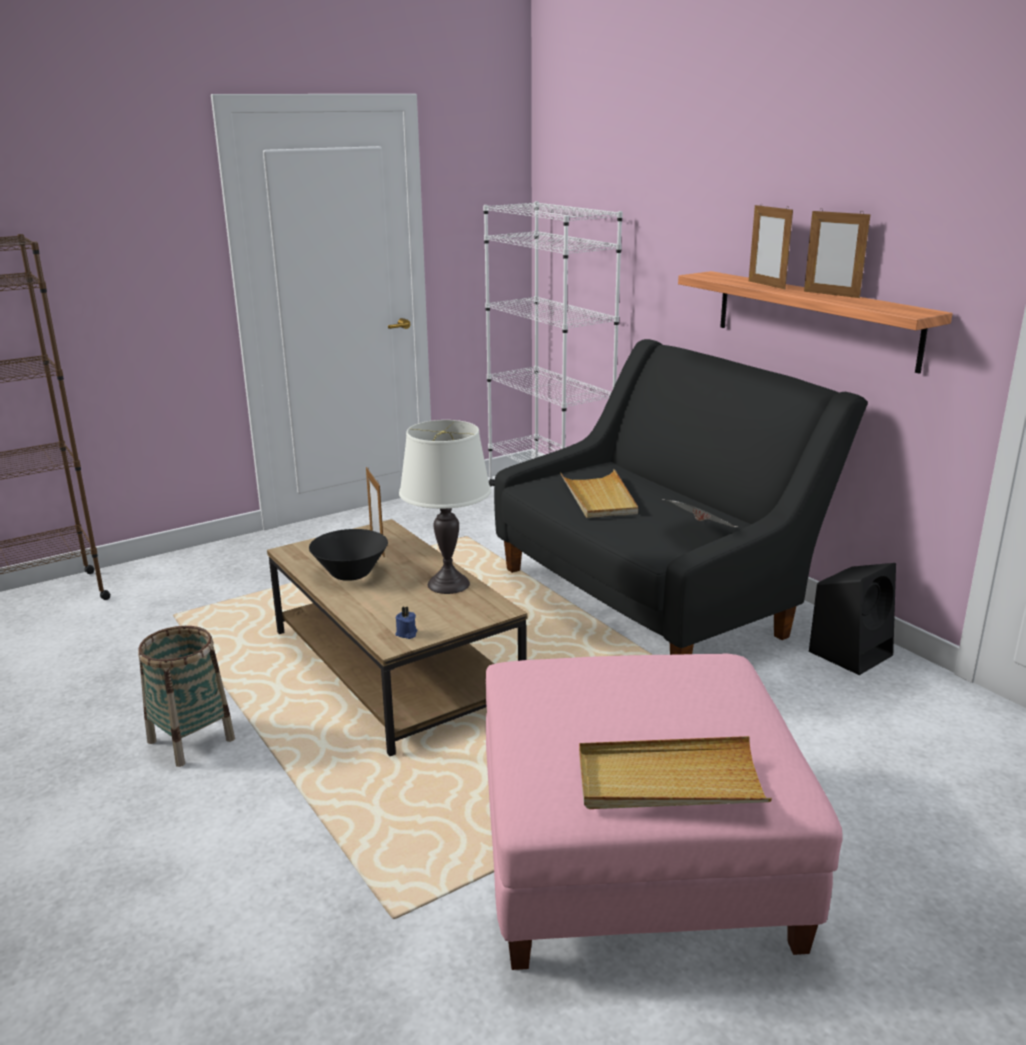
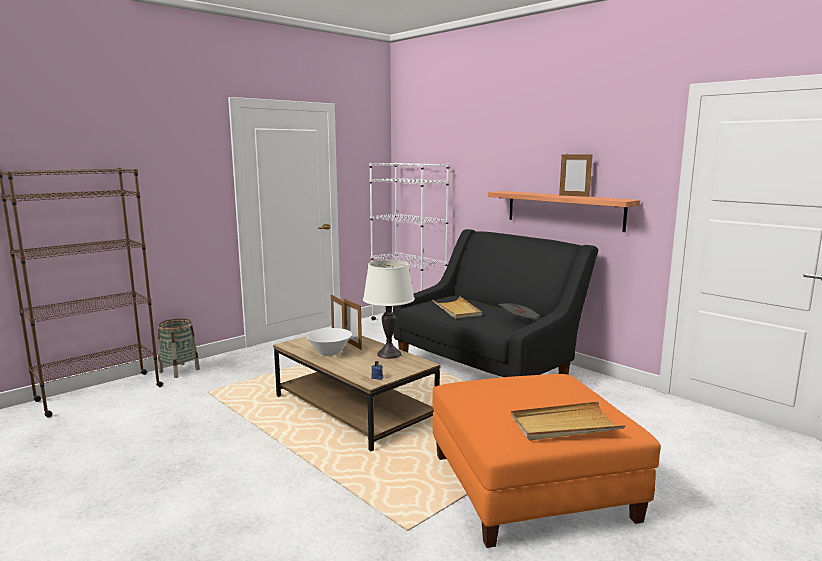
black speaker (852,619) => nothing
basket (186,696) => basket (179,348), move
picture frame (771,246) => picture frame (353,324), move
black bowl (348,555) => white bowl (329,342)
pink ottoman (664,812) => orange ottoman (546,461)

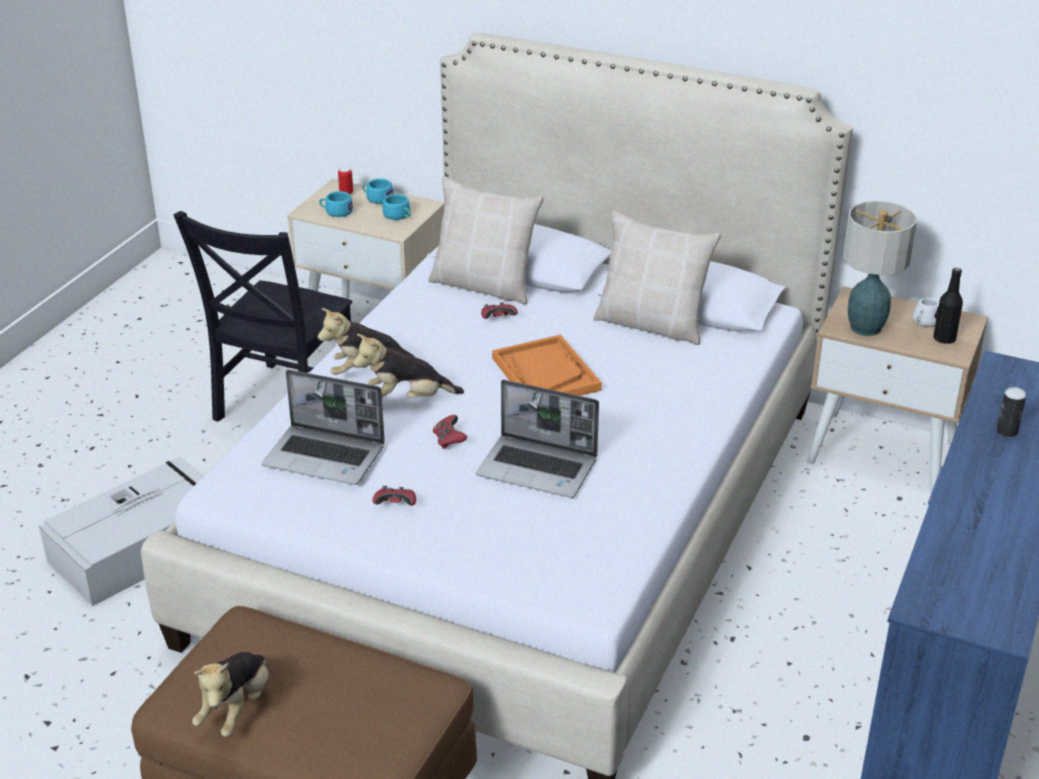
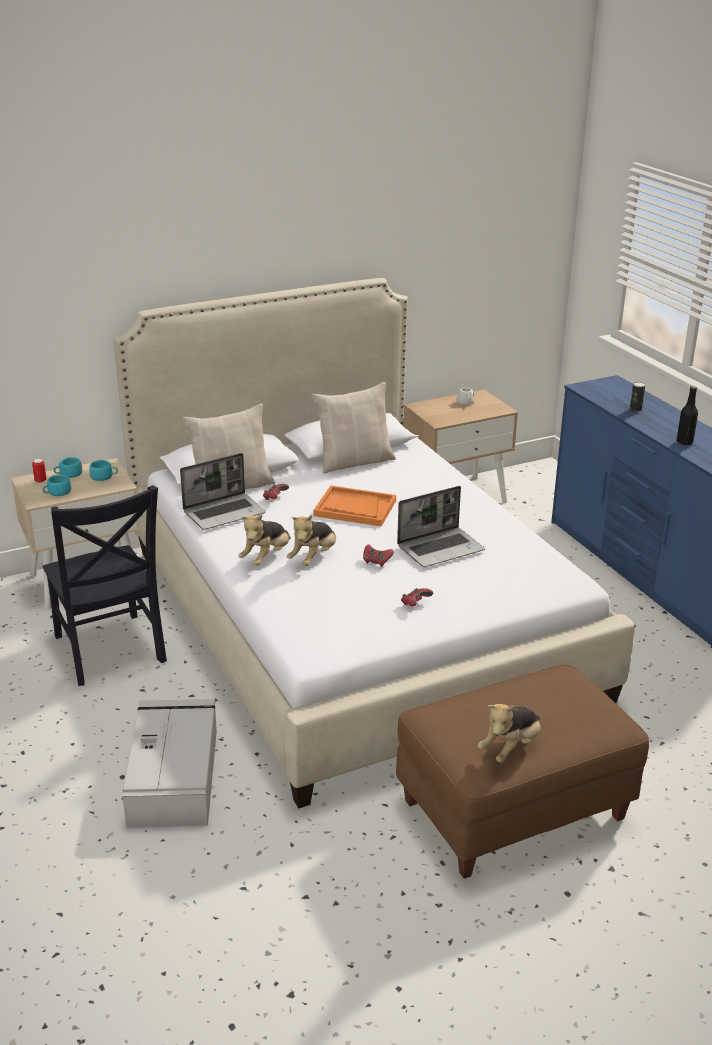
table lamp (880,268) => nothing
laptop (323,427) => laptop (223,491), move
black bottle (948,306) => black bottle (687,415), move
plush toy (230,694) => plush toy (509,733), 75 degrees clockwise

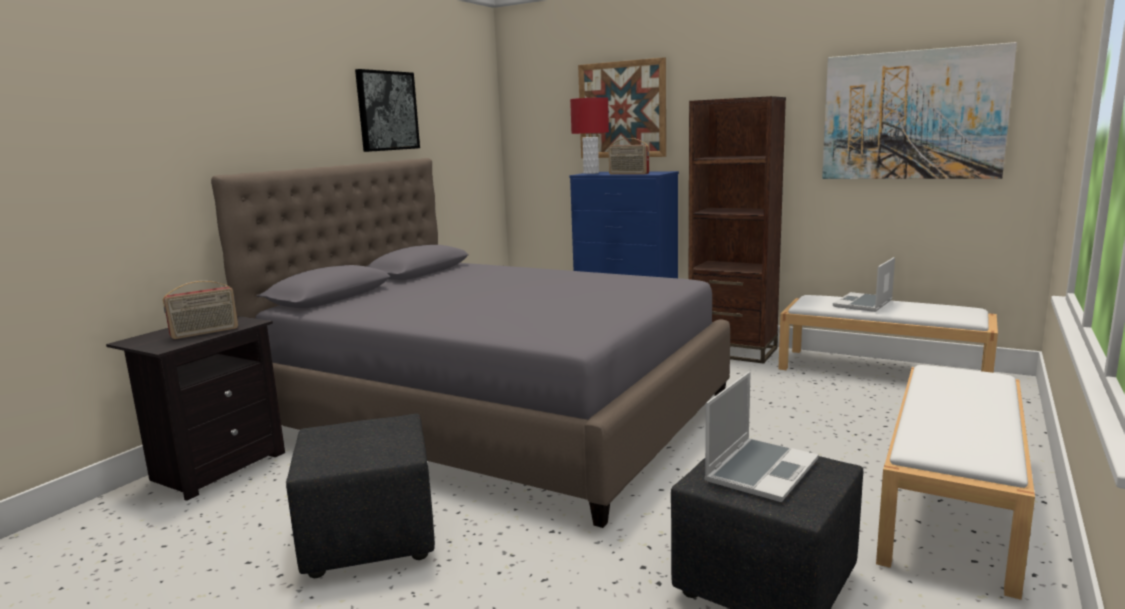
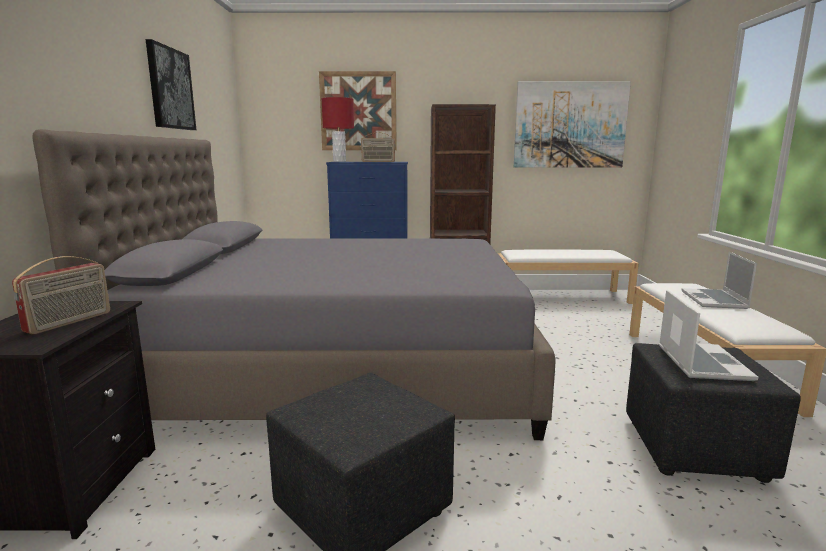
laptop (864,284) => laptop (719,280), move

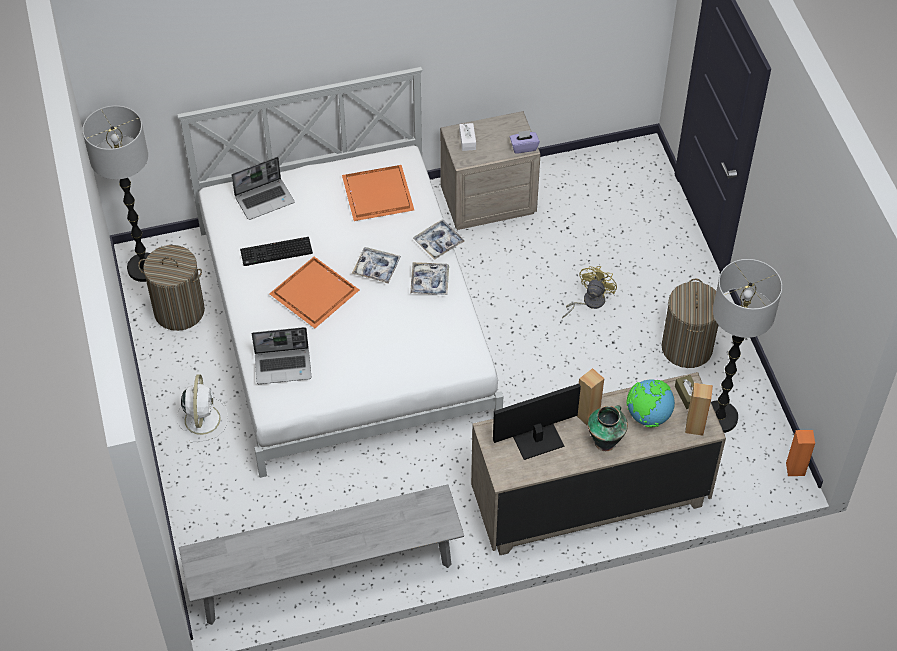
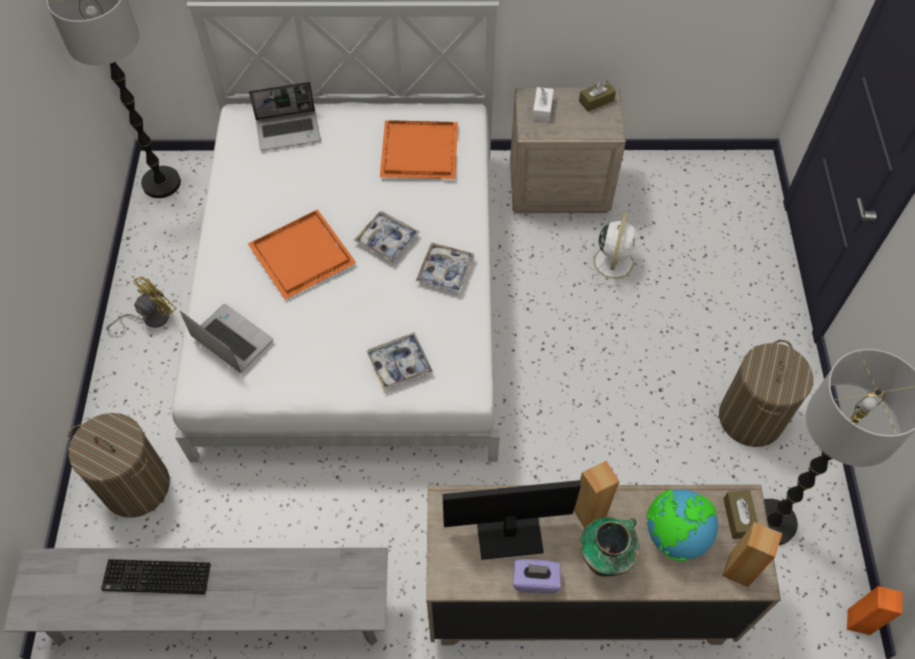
nothing => brown tissue box (597,96)
laundry basket (171,288) => laundry basket (119,465), move
white fan (202,409) => white fan (614,248), move
keyboard (276,251) => keyboard (156,576), move
tray (438,239) => tray (400,361), move
purple tissue box (525,142) => purple tissue box (537,576), move
yellow fan (589,292) => yellow fan (141,304), move
laptop (282,355) => laptop (226,338), 150 degrees counterclockwise

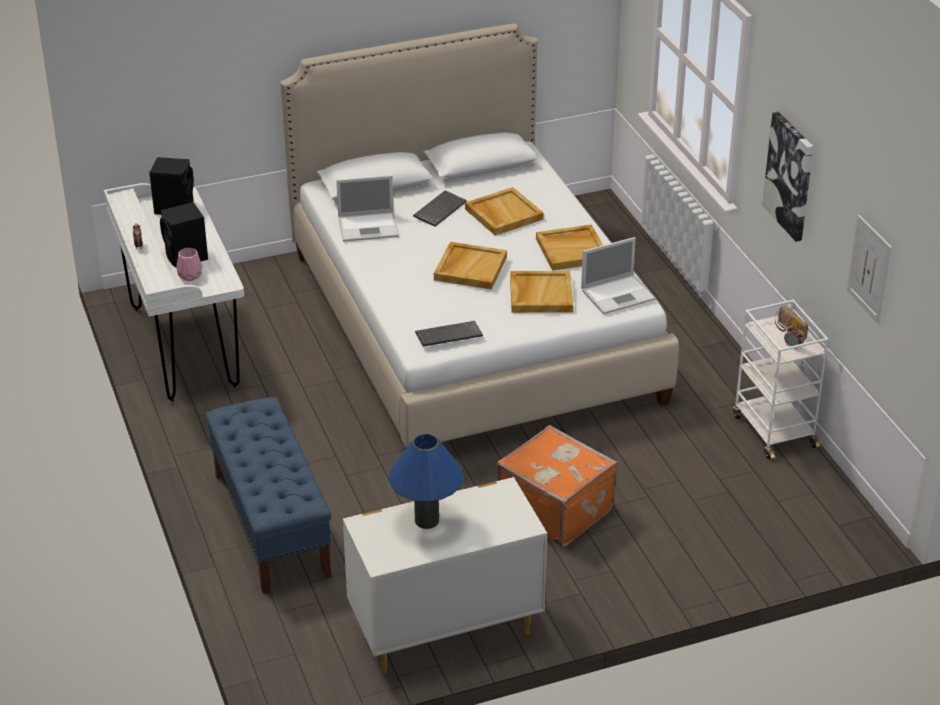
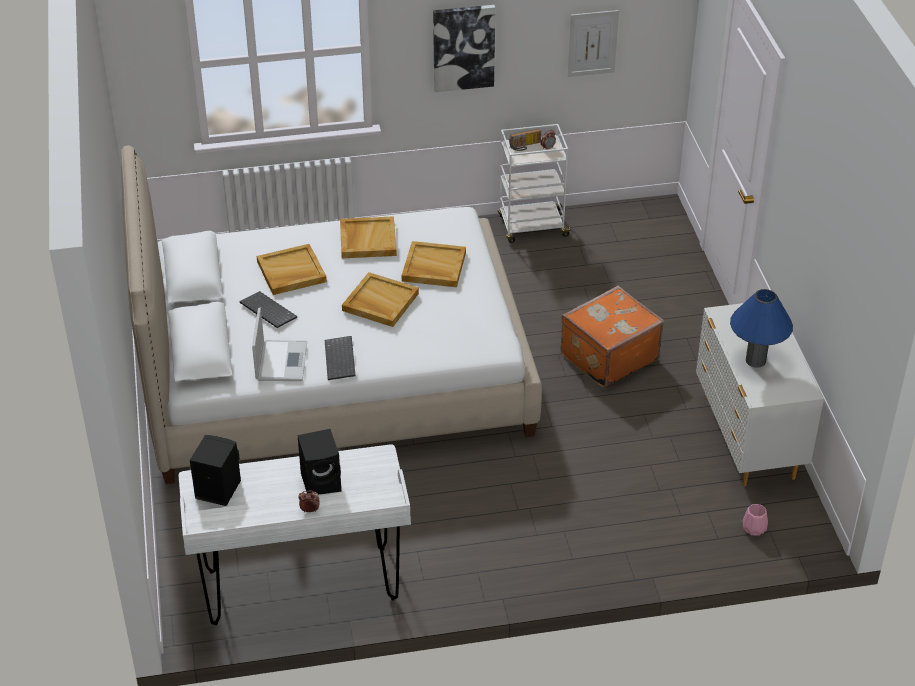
blue bench (268,495) => nothing
laptop (618,275) => nothing
pink vase (189,264) => pink vase (755,520), move
keyboard (449,334) => keyboard (340,358), move

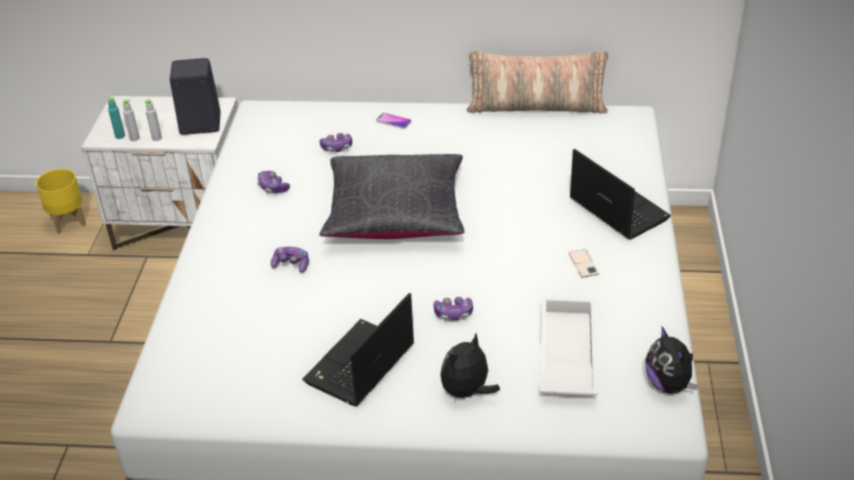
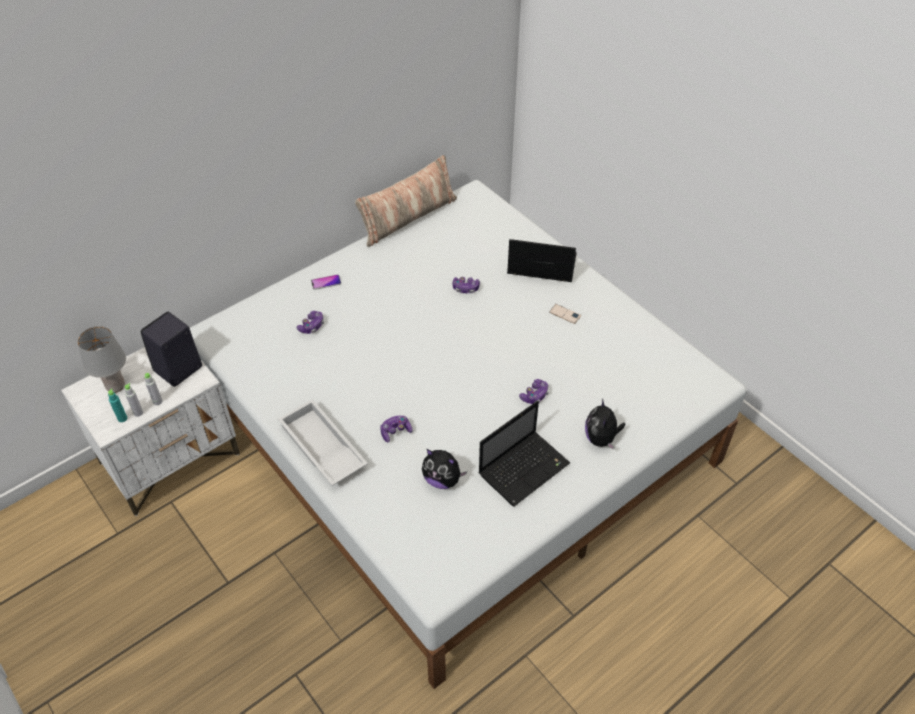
yellow planter (61,201) => nothing
black pillow (392,196) => nothing
nothing => grey table lamp (102,359)
game controller (273,182) => game controller (466,285), move
white tray (569,346) => white tray (323,442), move
plush toy (672,360) => plush toy (444,469), move
laptop (358,349) => laptop (524,453), 120 degrees counterclockwise

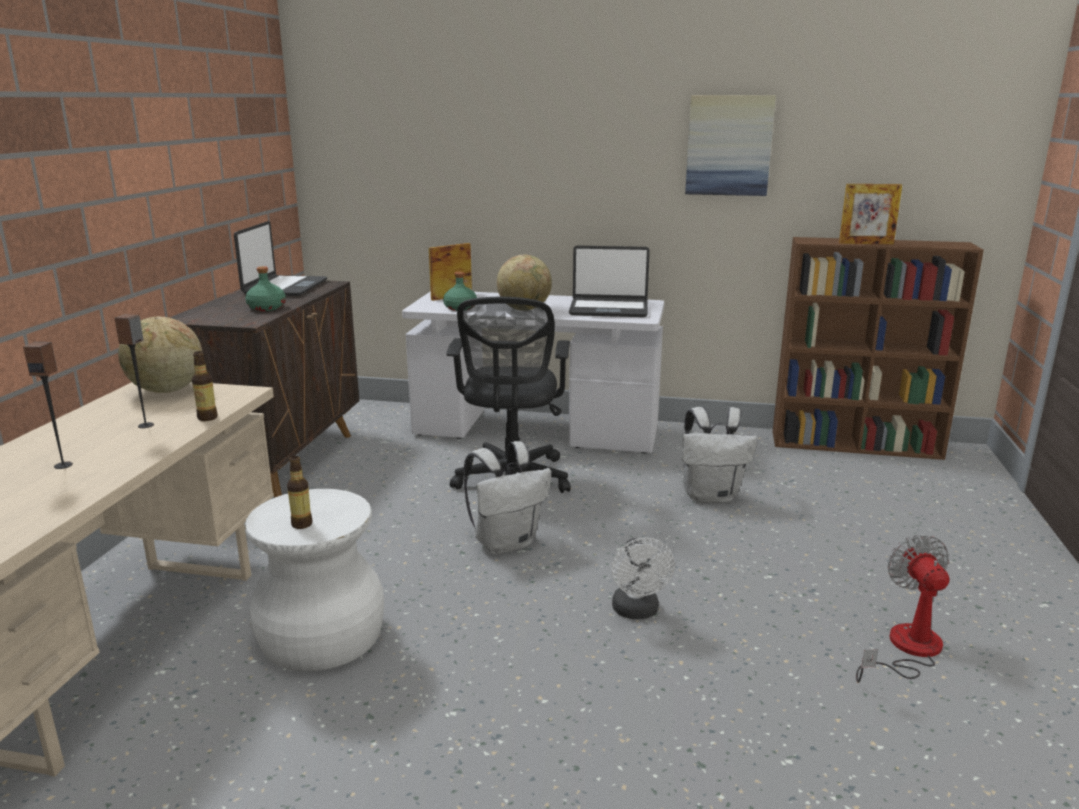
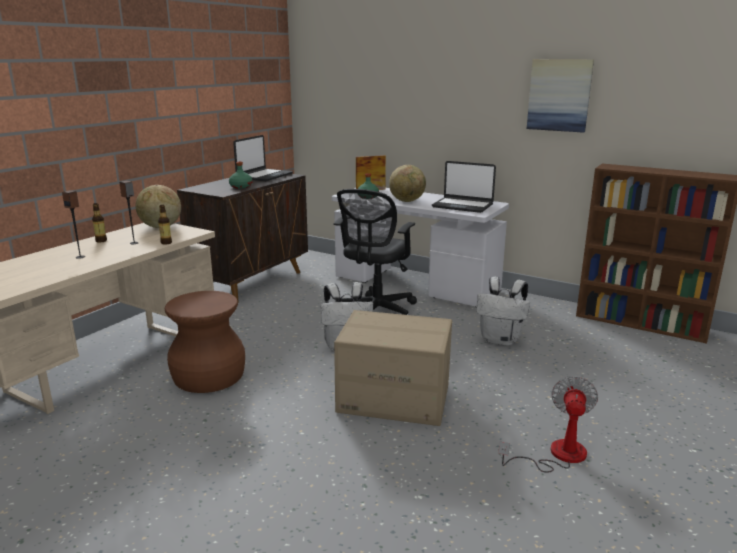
picture frame (870,214) => nothing
bottle (299,492) => bottle (99,223), move
white fan (643,578) => cardboard box (393,368)
white stool (314,580) => brown stool (205,342)

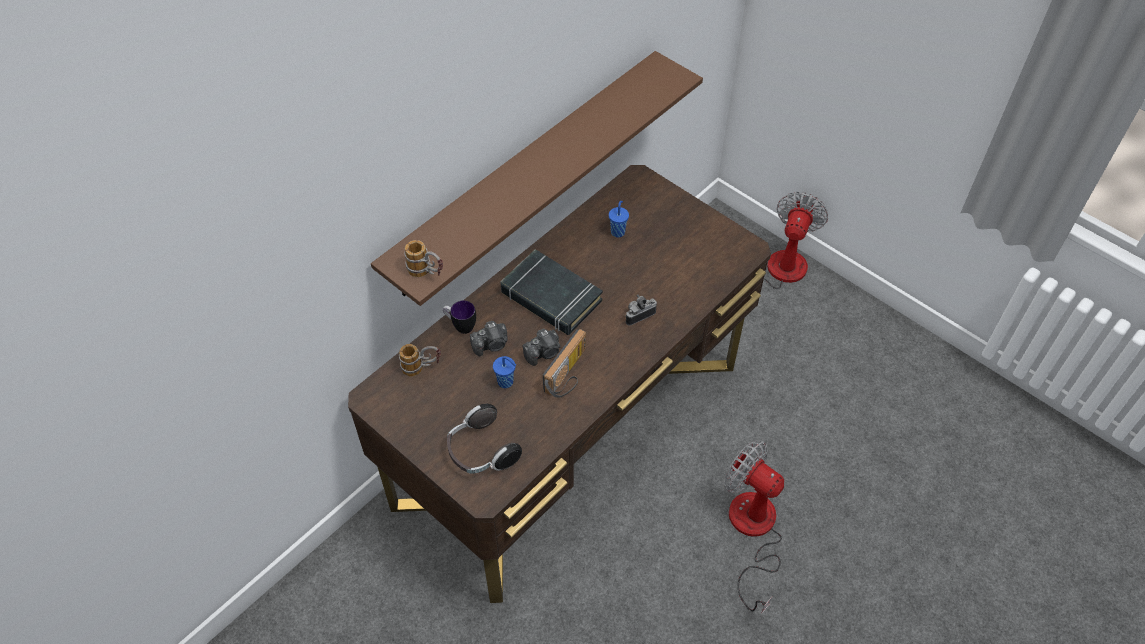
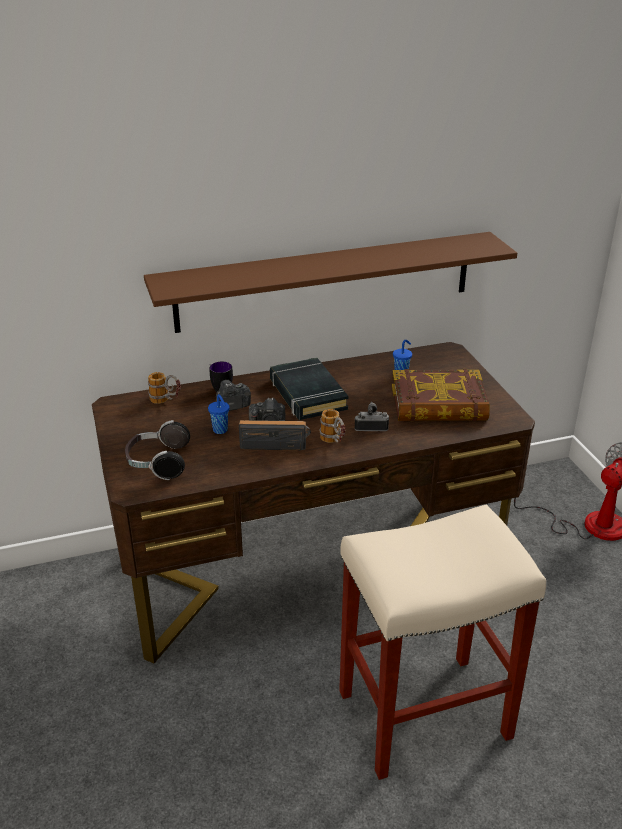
nothing => book (441,395)
mug (423,258) => mug (332,426), move
fan (754,527) => beige stool (442,642)
photo camera (489,338) => photo camera (233,395), 150 degrees clockwise
radio (564,363) => radio (275,435), 150 degrees counterclockwise

